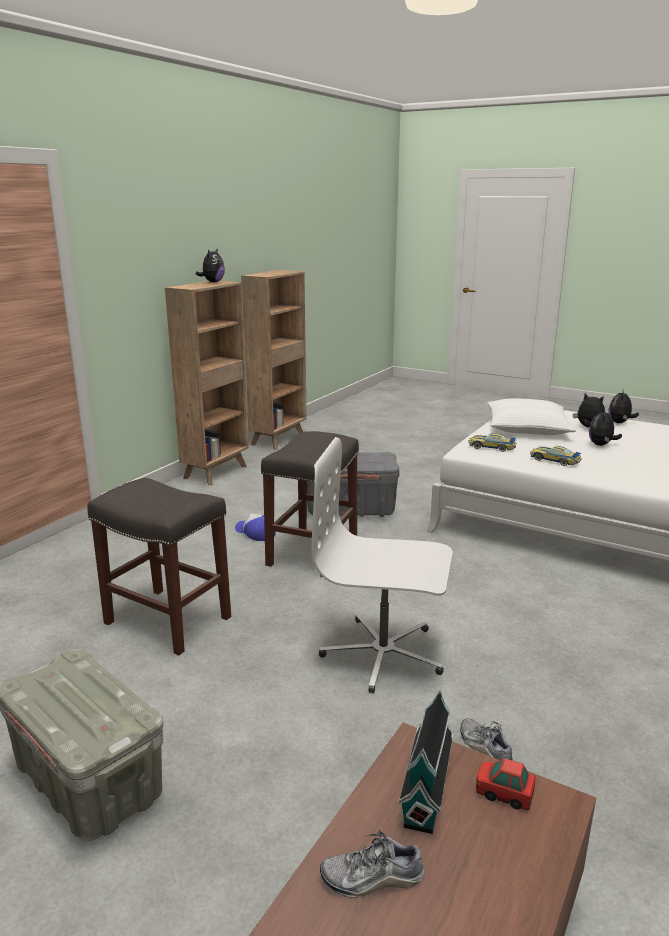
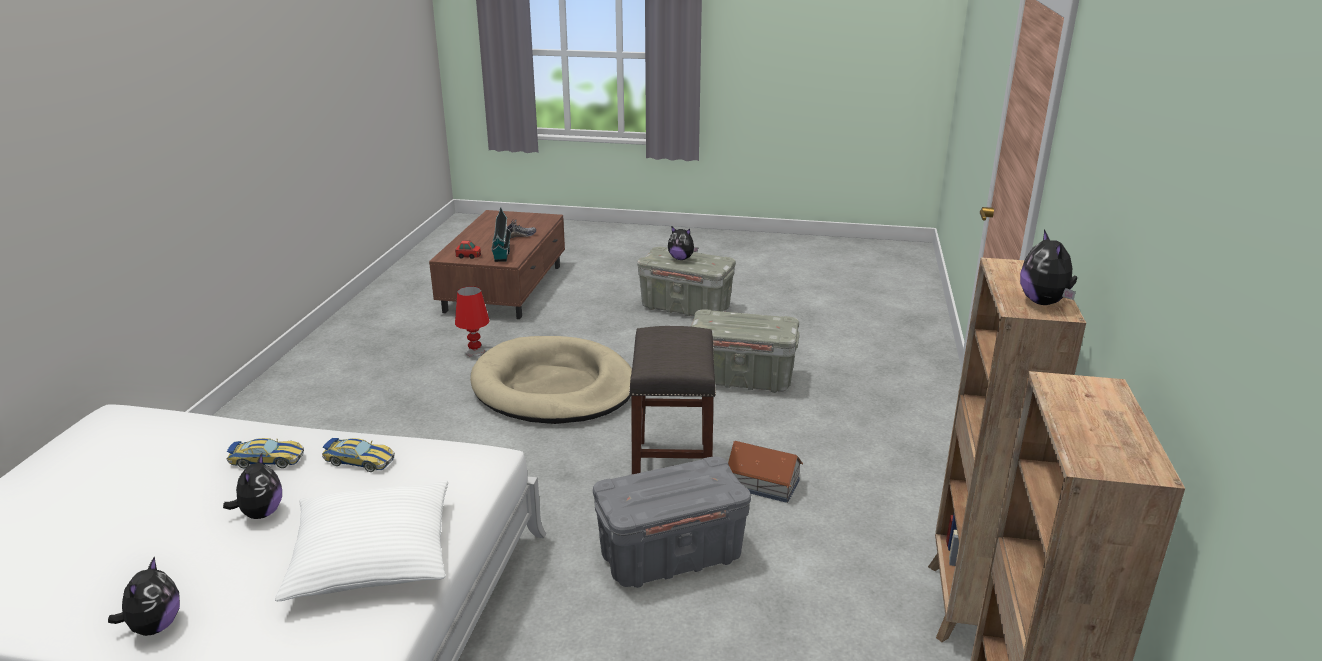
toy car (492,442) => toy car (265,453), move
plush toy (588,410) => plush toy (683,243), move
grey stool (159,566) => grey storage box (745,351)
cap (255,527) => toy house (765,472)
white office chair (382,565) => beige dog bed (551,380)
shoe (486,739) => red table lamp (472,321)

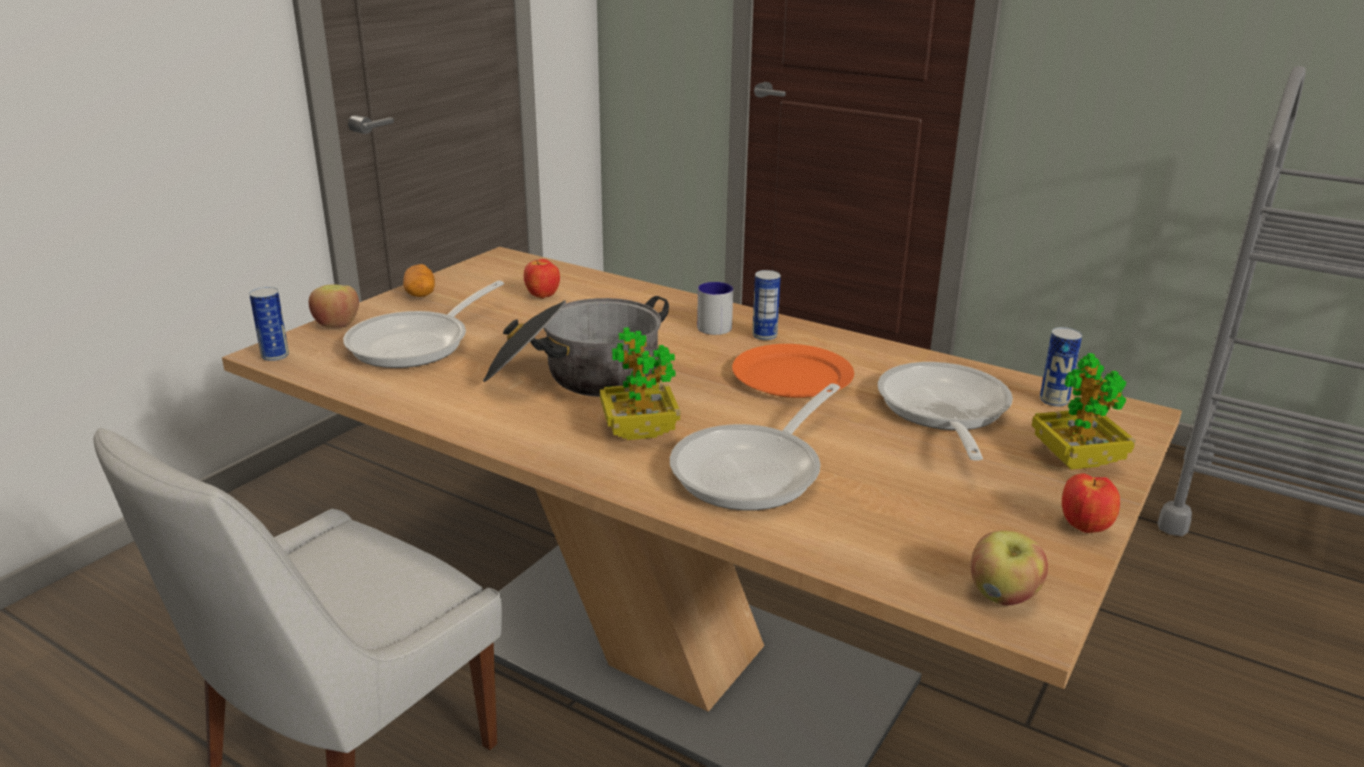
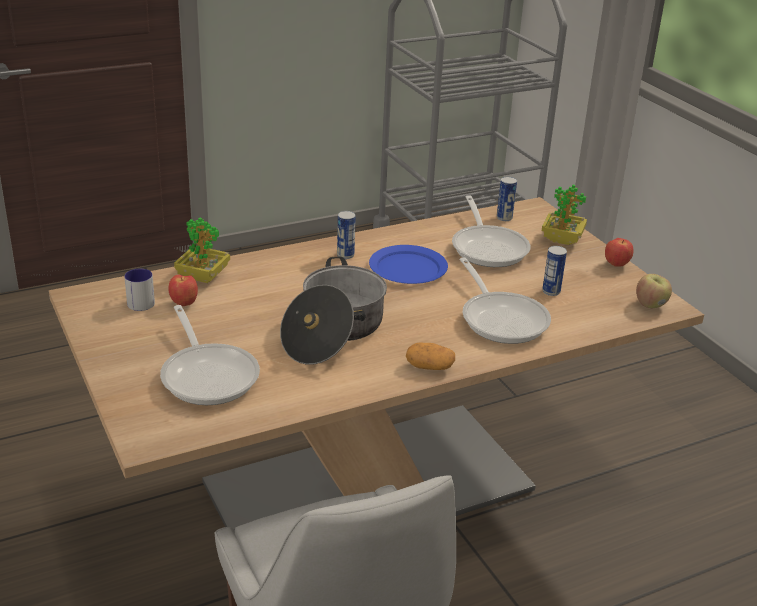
apple (334,306) => nothing
can (269,324) => can (554,271), move
potato (419,280) => potato (430,356), move
potted plant (640,383) => potted plant (202,250), move
mug (715,308) => mug (139,290), move
orange plate (793,371) => blue plate (408,264)
frying pan (945,411) => frying pan (491,231), 135 degrees counterclockwise

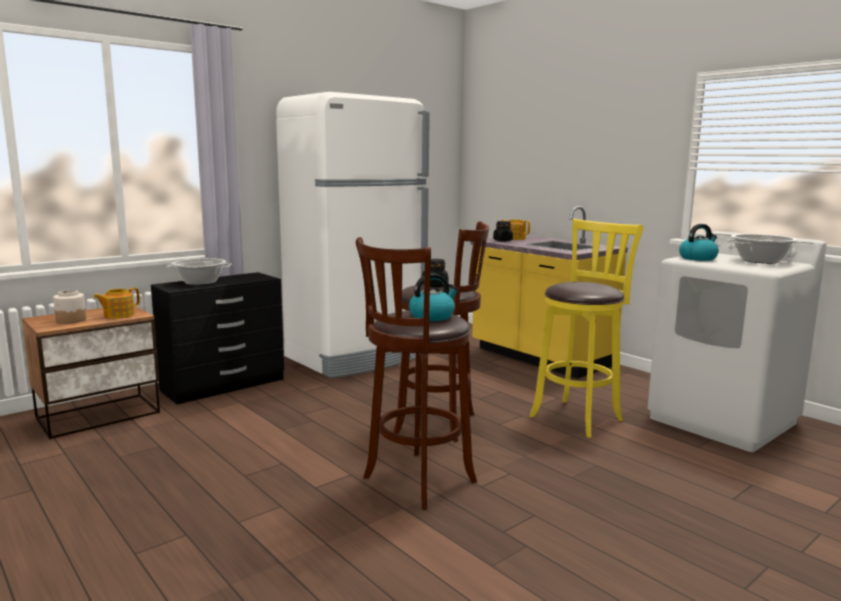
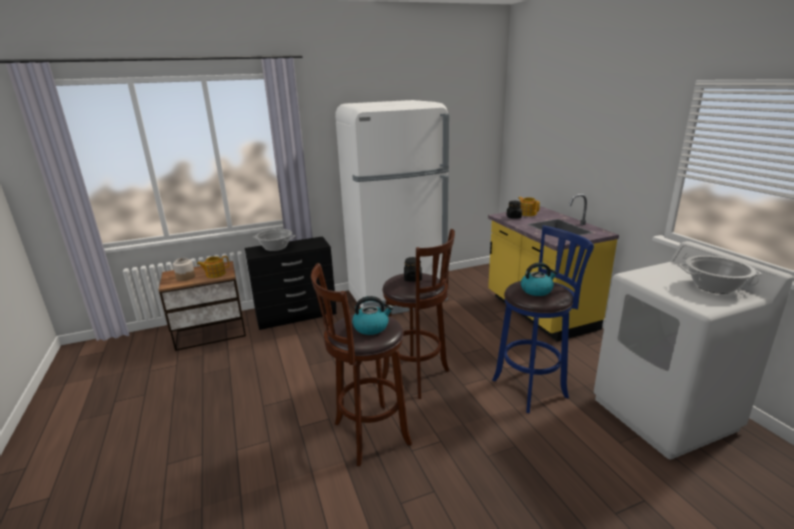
kettle (699,242) => kettle (539,279), move
yellow stool (586,328) => blue stool (543,319)

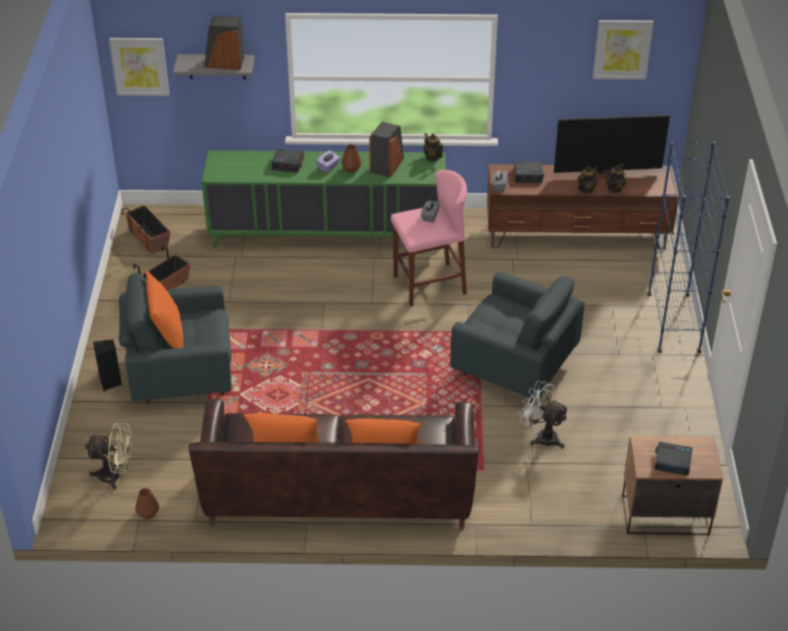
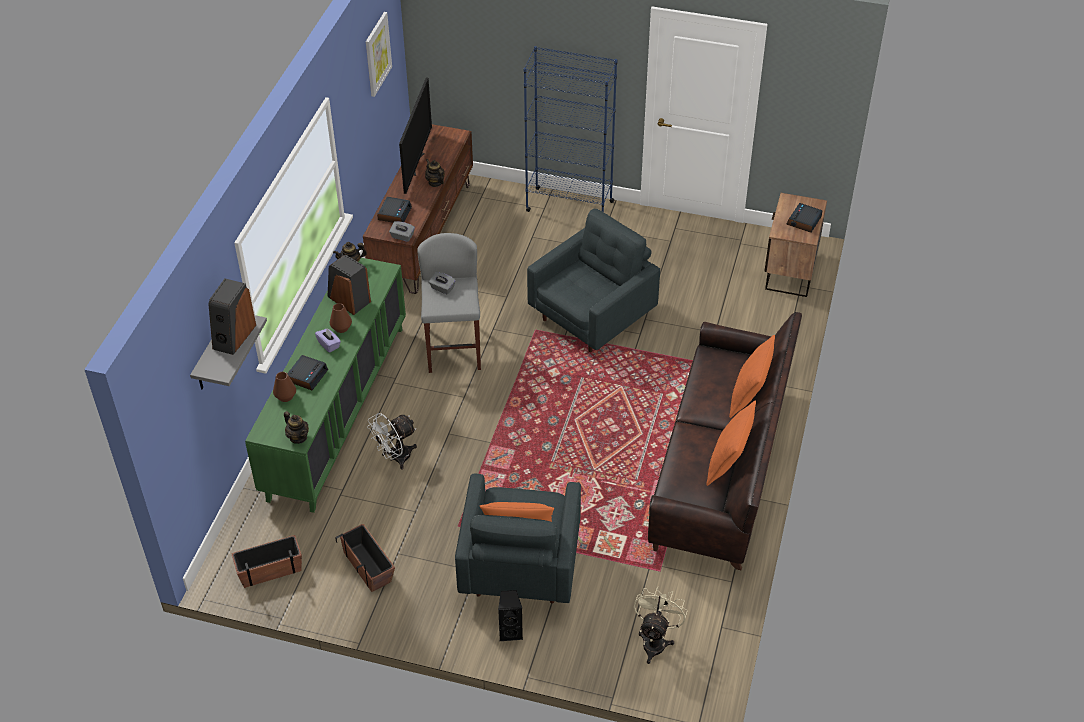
picture (139,67) => nothing
brown vase (147,503) => brown vase (284,387), move
white fan (544,415) => white fan (392,441), move
teapot (616,178) => teapot (296,427), move
pink stool (429,238) => grey stool (449,303)

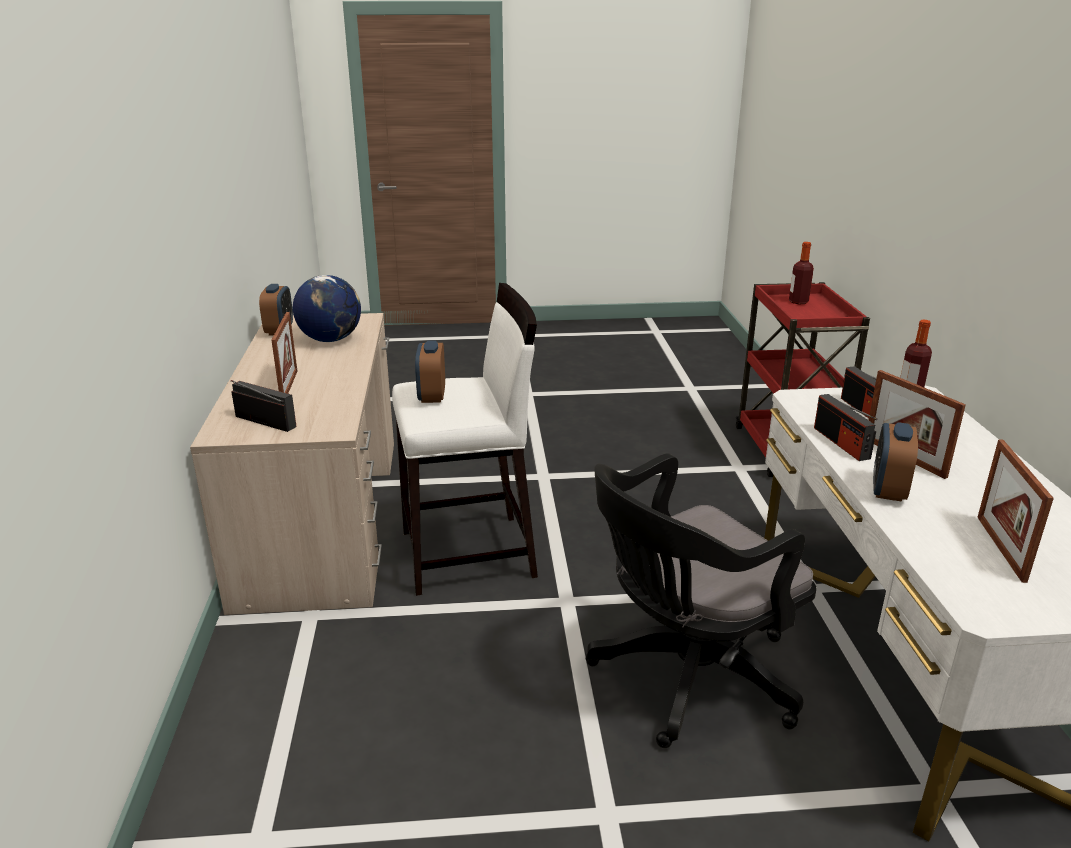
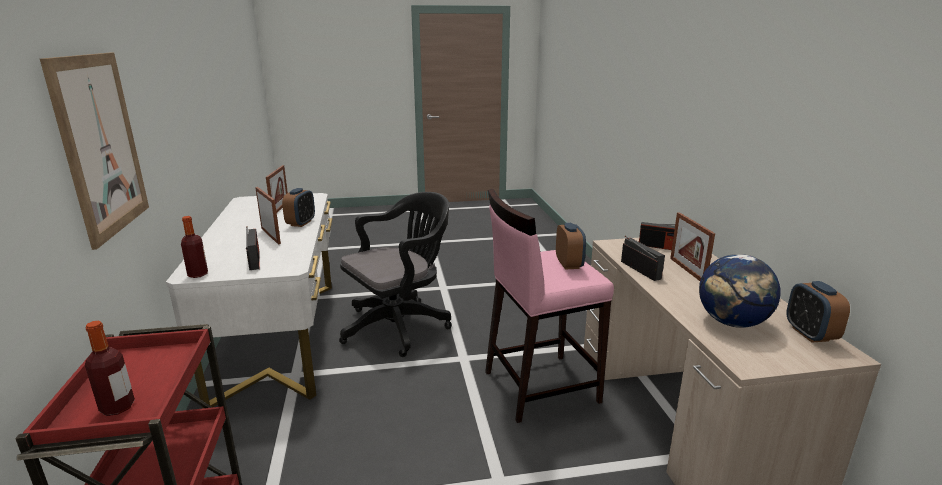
nothing => picture (94,151)
radio (846,427) => radio (643,258), move
white stool (465,439) => pink stool (549,306)

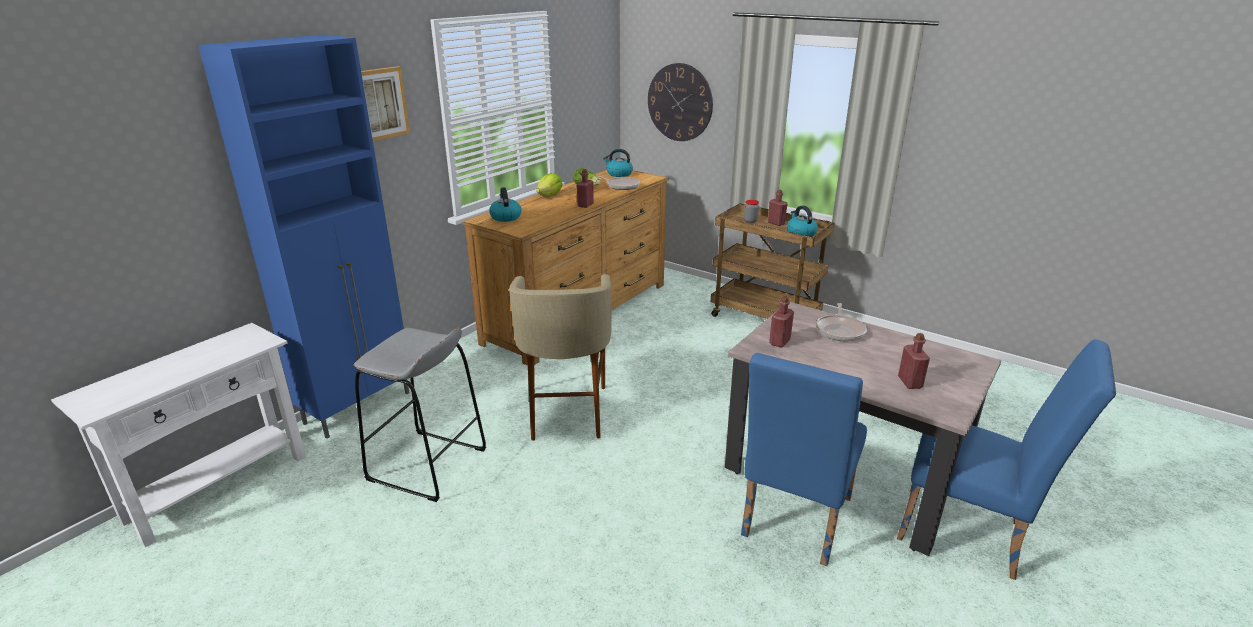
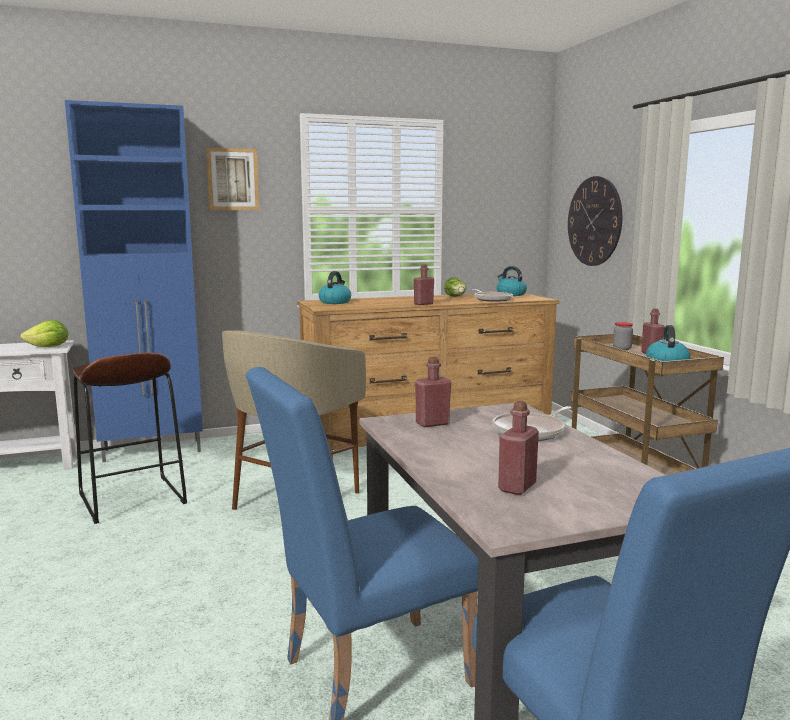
lettuce (549,184) => lettuce (44,333), move
grey stool (420,415) => brown stool (130,438)

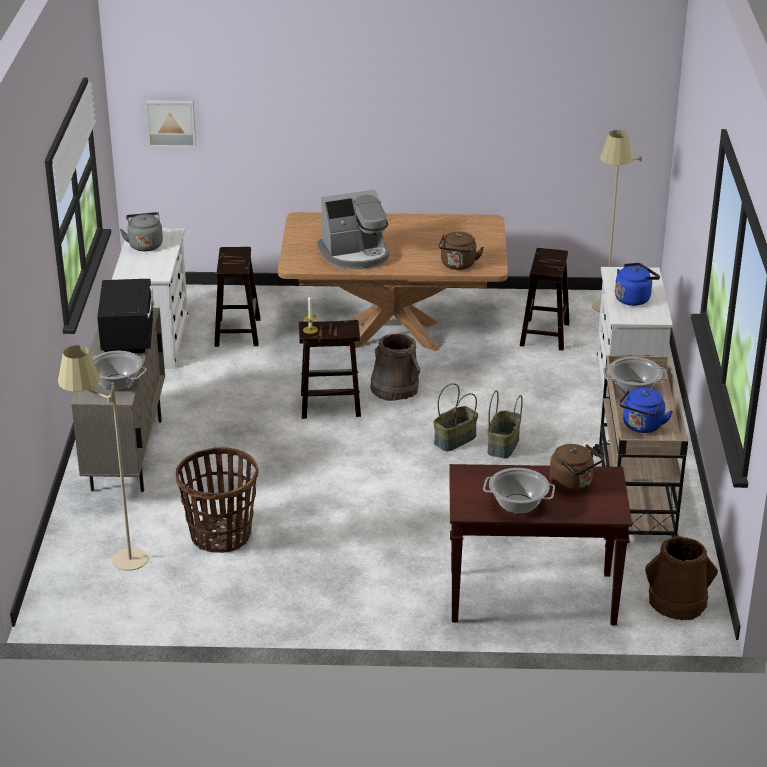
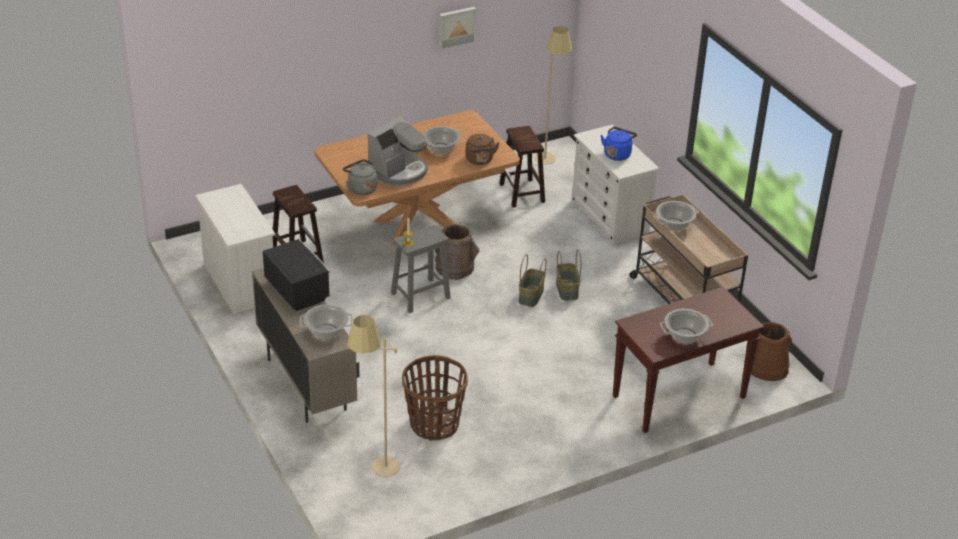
brown kettle (576,468) => nothing
blue kettle (646,410) => nothing
nothing => cooking pot (442,140)
grey kettle (141,231) => grey kettle (360,177), move
picture (170,123) => picture (457,29), move
brown stool (330,369) => grey stool (421,269)

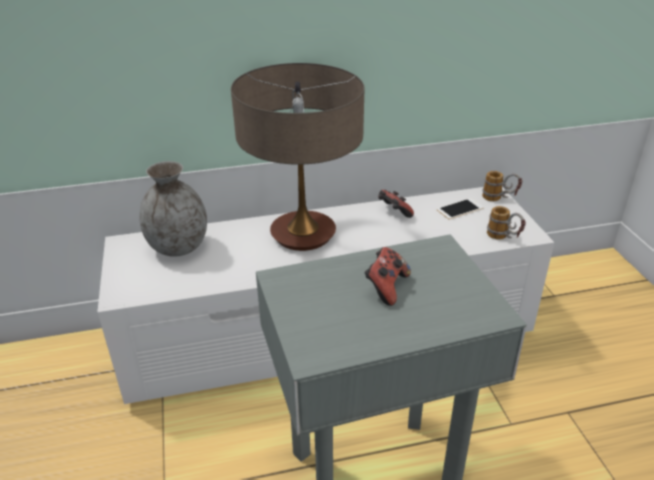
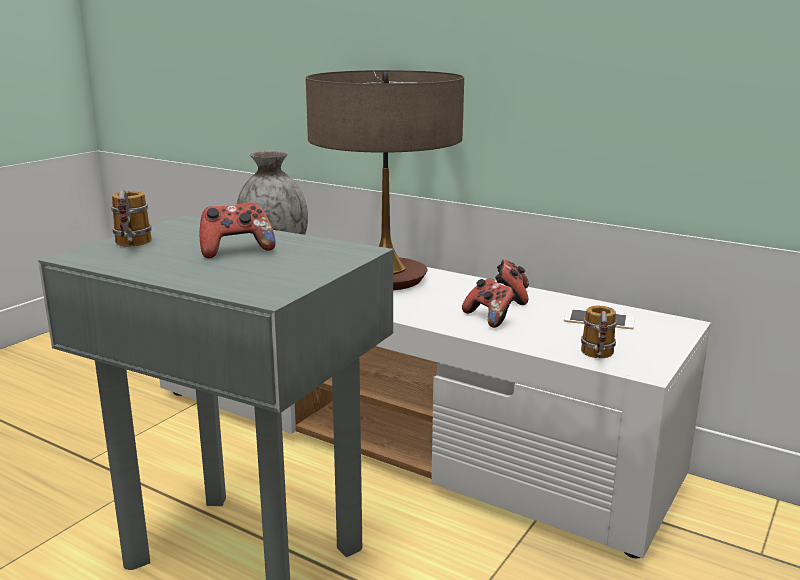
nothing => game controller (489,303)
mug (502,186) => mug (131,218), move

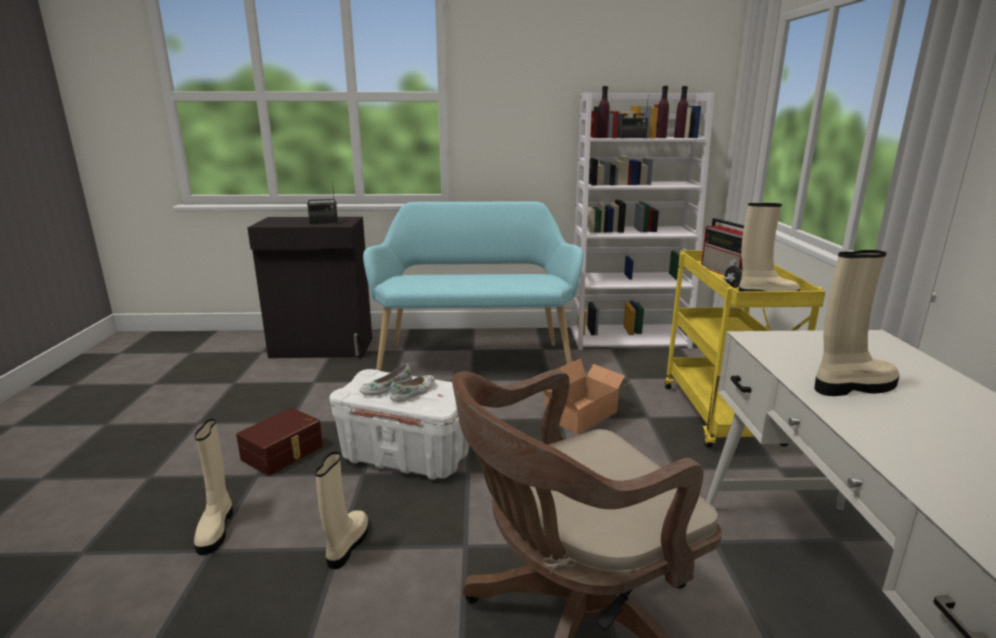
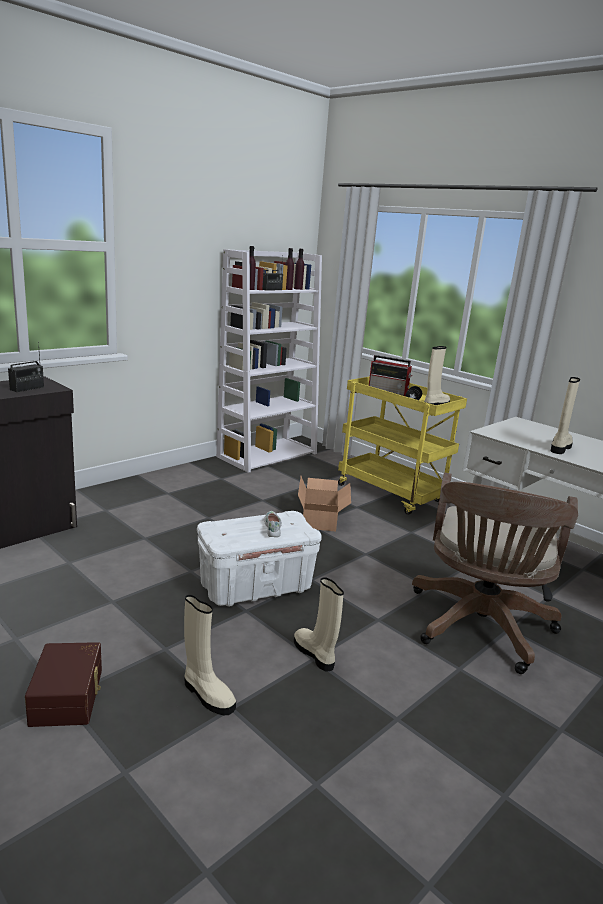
white shoe (385,380) => nothing
turquoise bench (473,286) => nothing
brown storage box (279,442) => brown storage box (63,684), move

